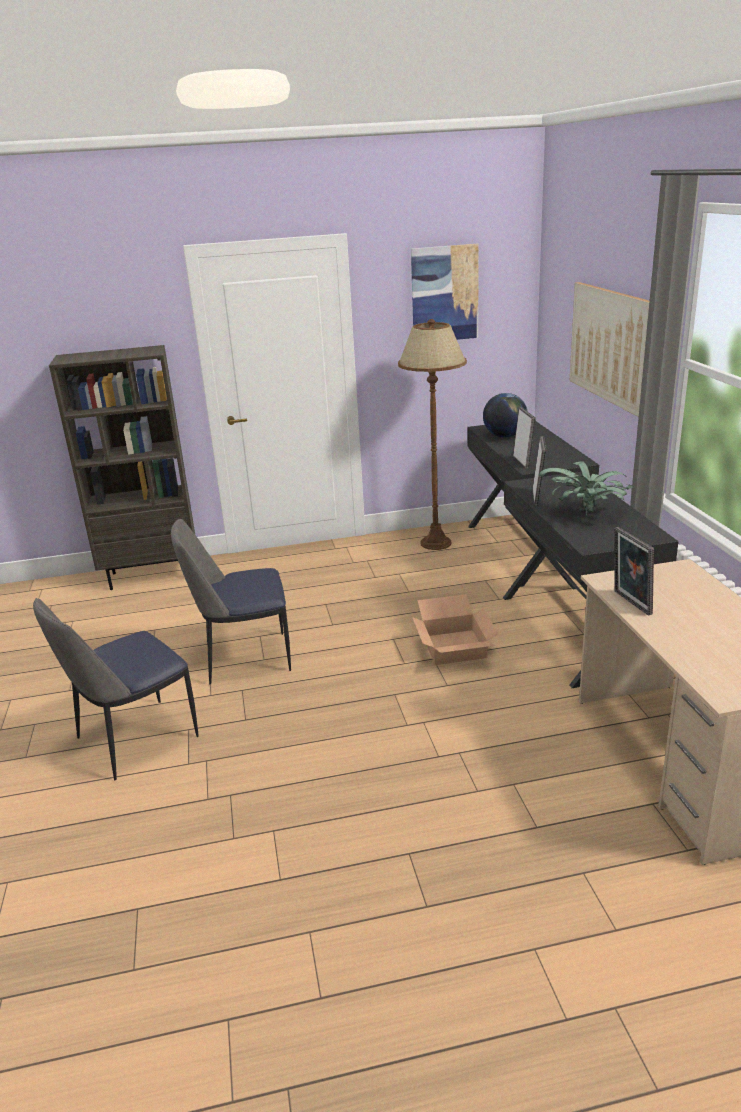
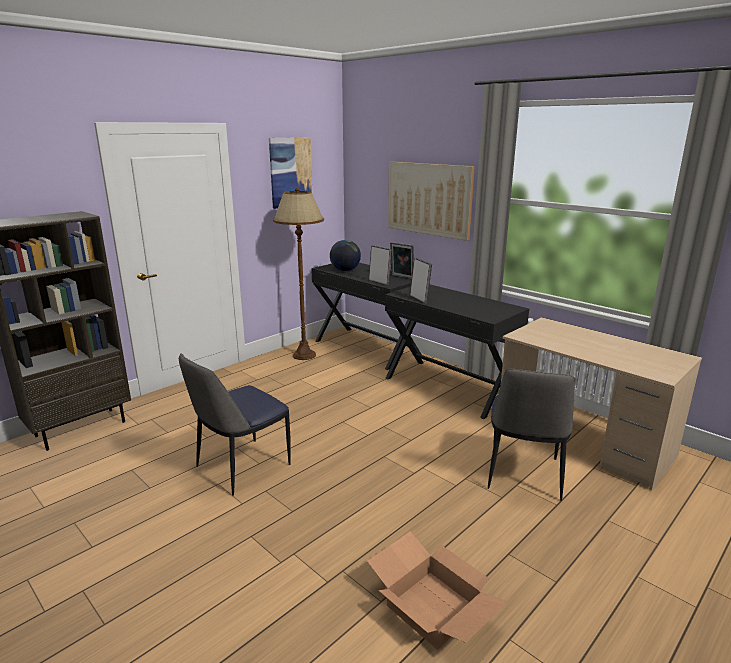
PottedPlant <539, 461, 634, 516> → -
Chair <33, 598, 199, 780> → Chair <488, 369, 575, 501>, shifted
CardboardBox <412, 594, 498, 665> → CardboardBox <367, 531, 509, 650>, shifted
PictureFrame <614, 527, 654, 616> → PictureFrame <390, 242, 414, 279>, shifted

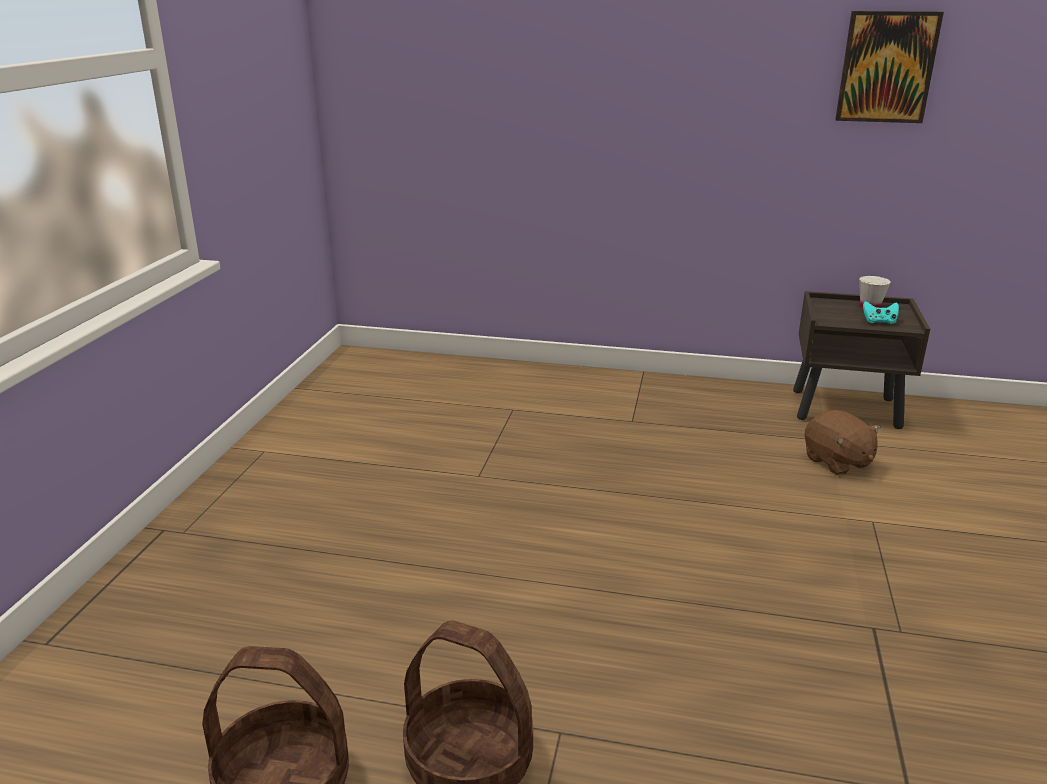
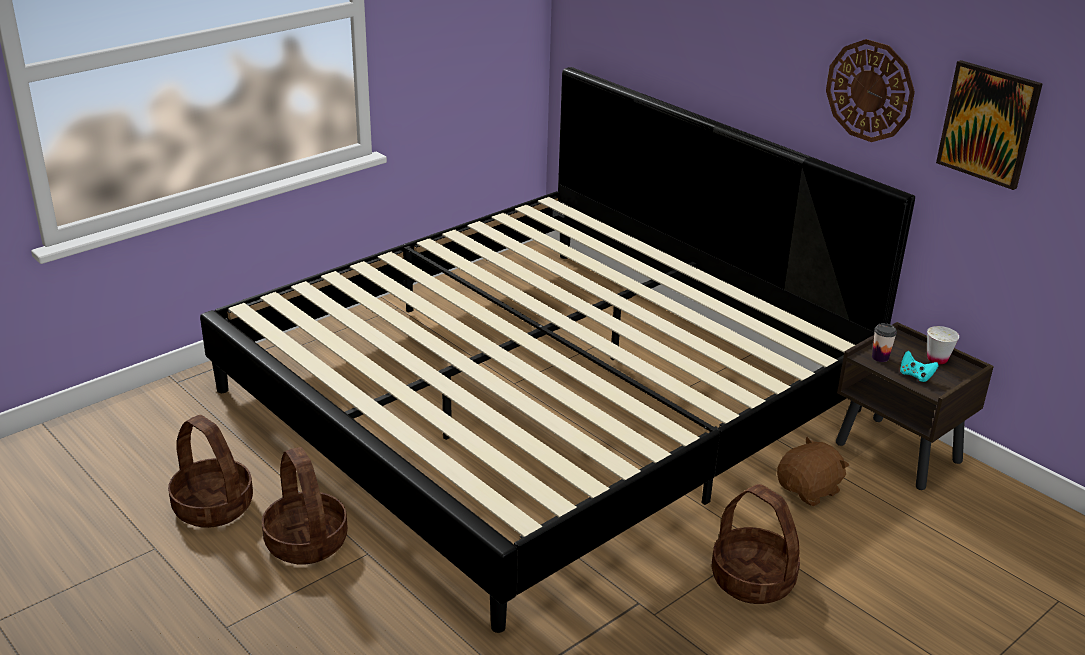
- → Bed <200, 67, 915, 633>
- → Basket <712, 484, 800, 604>
- → WallClock <826, 39, 915, 142>
- → Cup <872, 323, 897, 362>
BrownPlushToy <804, 410, 881, 476> → BrownPlushToy <777, 437, 850, 506>, 135 degrees counterclockwise

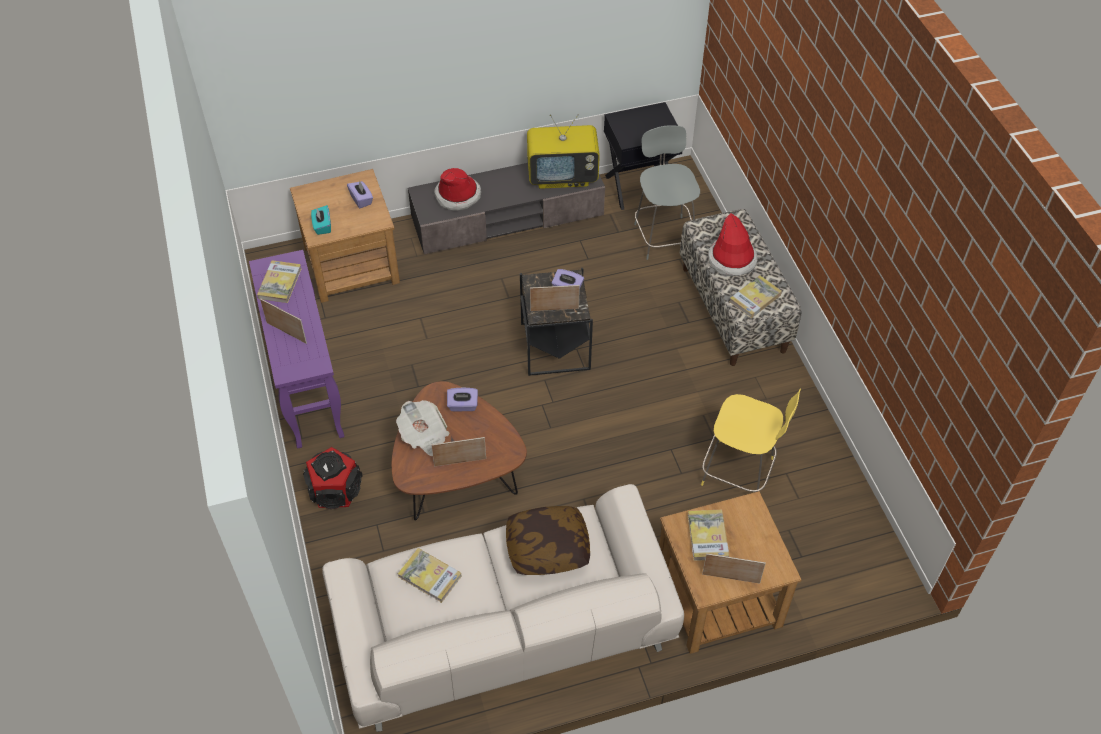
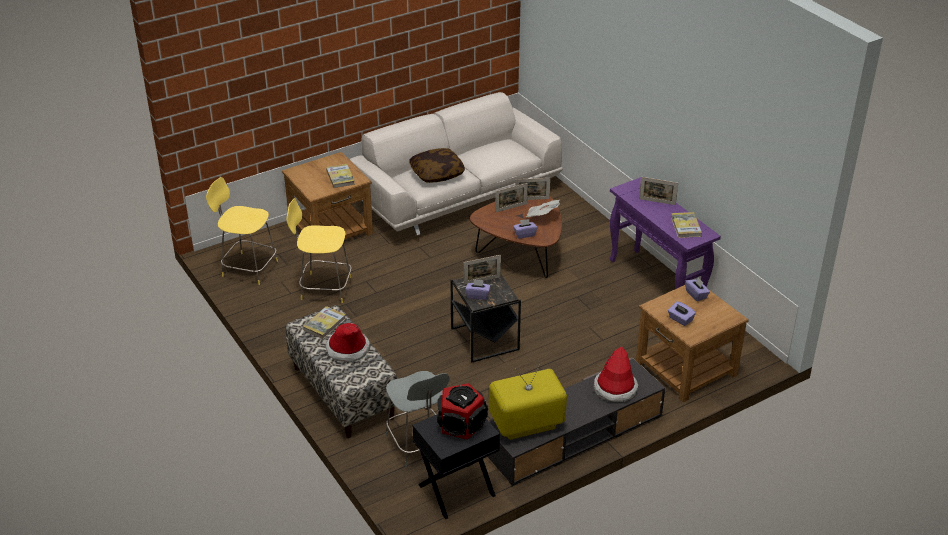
Book <398, 548, 462, 603> → -
- → YellowStool <206, 177, 278, 285>
Speaker <303, 447, 362, 509> → Speaker <437, 383, 488, 440>, shifted
PictureFrame <702, 553, 766, 584> → PictureFrame <515, 178, 551, 200>, shifted
TurquoiseTissueBox <311, 205, 331, 235> → PurpleTissueBox <685, 278, 710, 301>

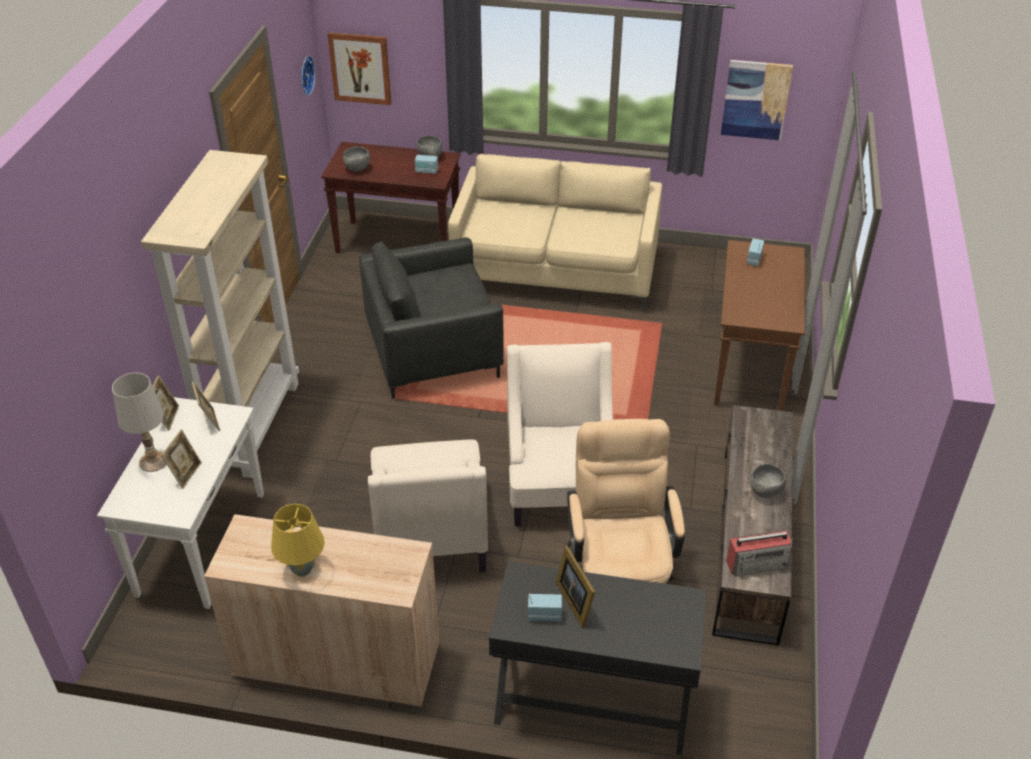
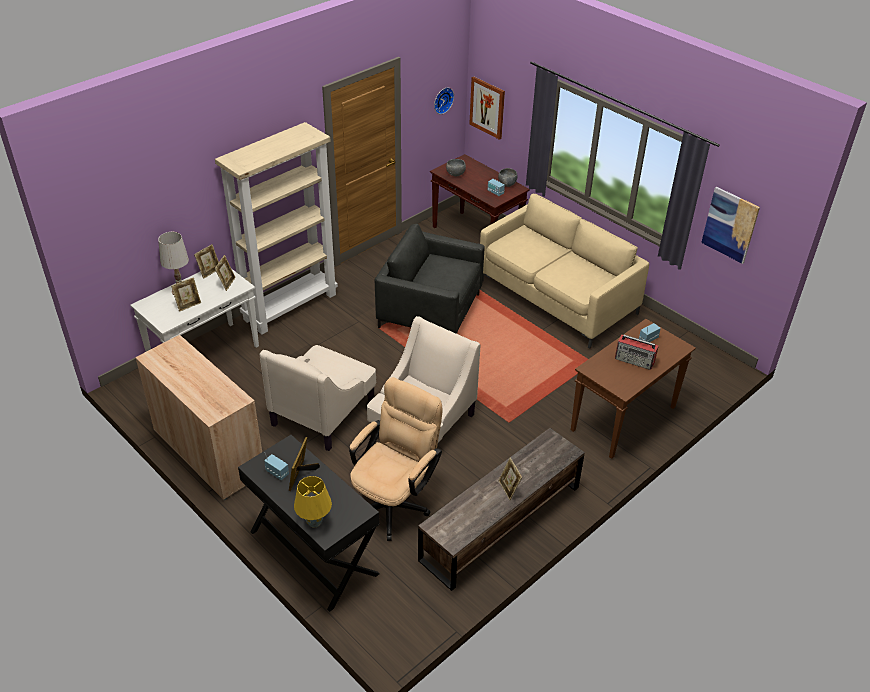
YellowTableLamp <271, 504, 325, 577> → YellowTableLamp <294, 476, 332, 528>, shifted
Radio <726, 530, 793, 576> → Radio <615, 334, 659, 370>, shifted
GreyBowl <750, 464, 786, 498> → PictureFrame <498, 457, 522, 500>

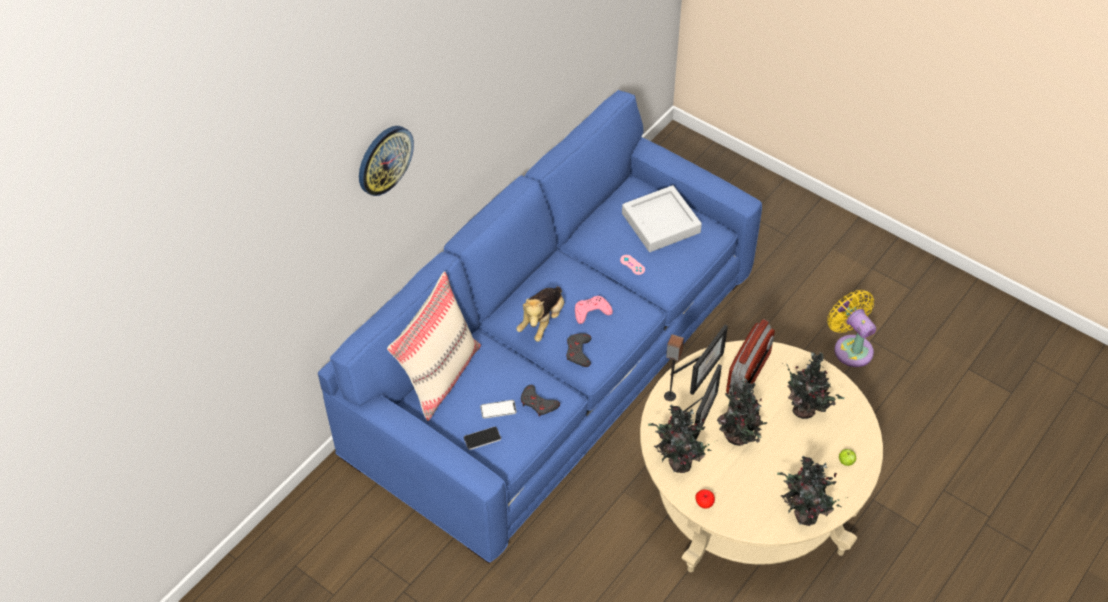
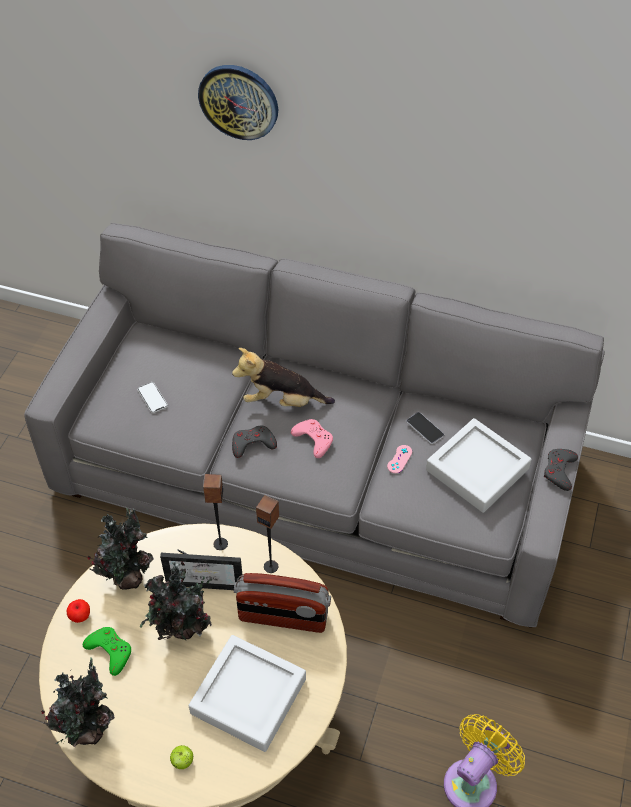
BeigePillow <387, 271, 481, 421> → -
- → GreenGameController <83, 627, 131, 676>
Phone <464, 427, 501, 450> → Phone <406, 412, 444, 444>, shifted
GreyGameController <521, 385, 560, 417> → GreyGameController <544, 449, 578, 491>, shifted
PictureFrame <670, 325, 728, 395> → Speaker <256, 495, 279, 573>
PottedPlant <787, 352, 845, 419> → GreyTray <188, 635, 306, 752>
BlueSofa <318, 90, 762, 563> → GreySofa <24, 223, 605, 628>

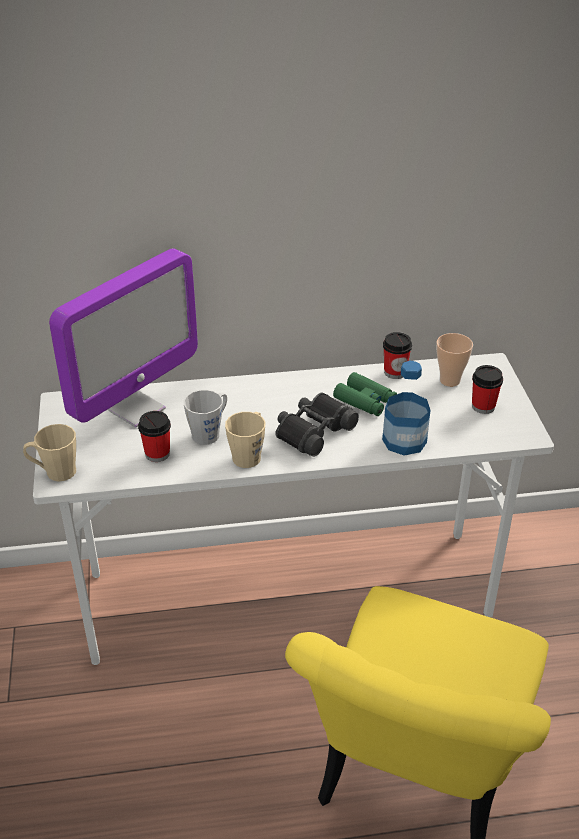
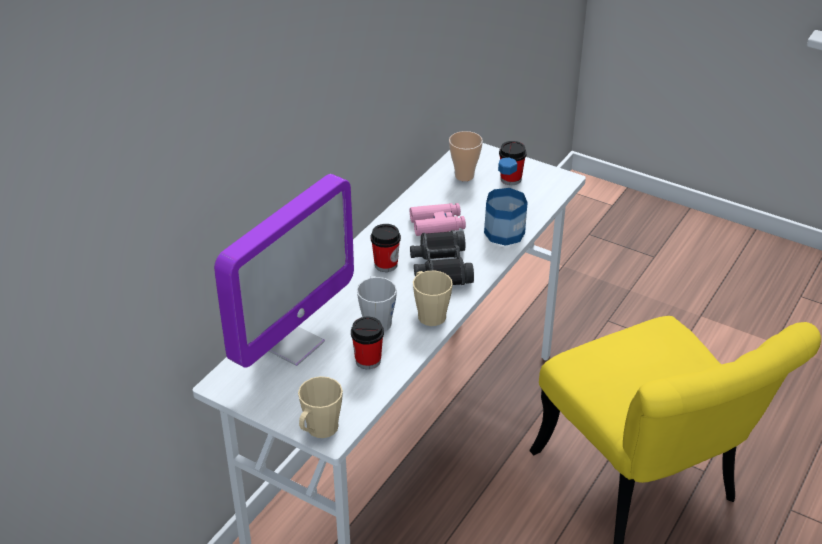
Cup <383, 332, 412, 379> → Cup <371, 224, 401, 272>, shifted
GreenBinoculars <333, 372, 397, 416> → PinkBinoculars <410, 203, 466, 236>
Monitor <49, 248, 198, 427> → Monitor <214, 174, 354, 368>, 45 degrees clockwise

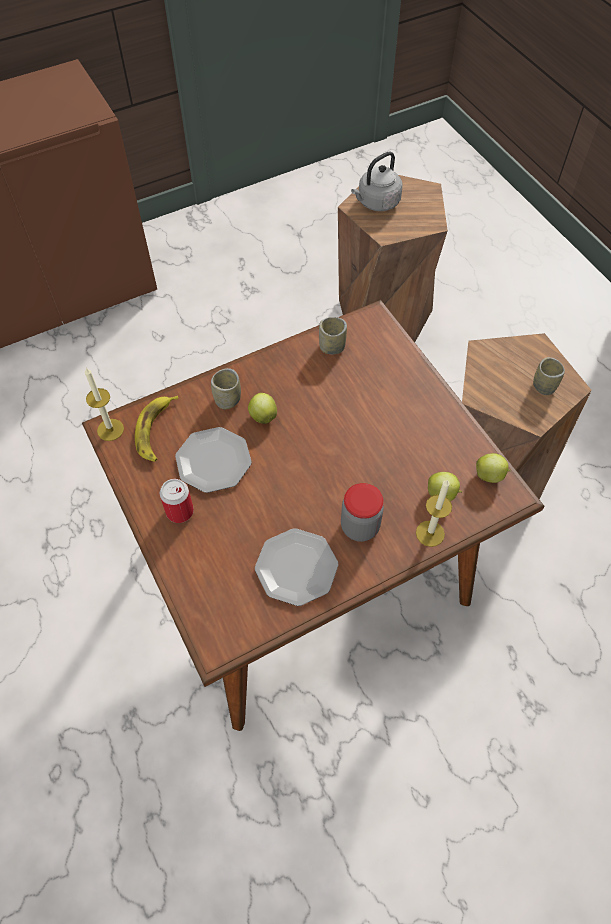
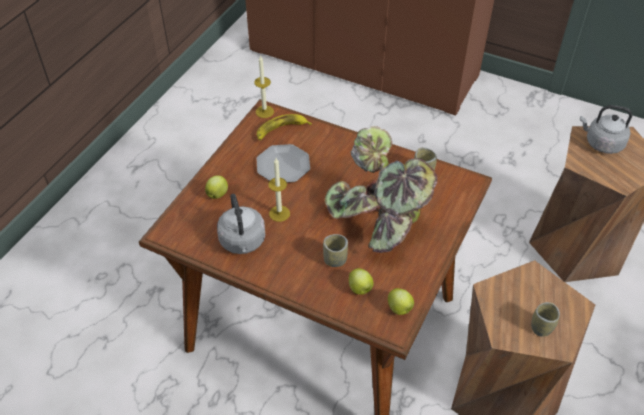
Can <160, 479, 194, 523> → -
Jar <341, 483, 384, 542> → -
- → PottedPlant <325, 126, 438, 253>
Cup <211, 368, 241, 409> → Cup <323, 234, 348, 267>, shifted
Apple <248, 393, 277, 424> → Apple <205, 175, 228, 199>, shifted
Candle <416, 479, 452, 547> → Candle <268, 158, 290, 222>, shifted
Plate <255, 528, 338, 606> → GreyKettle <217, 194, 265, 254>

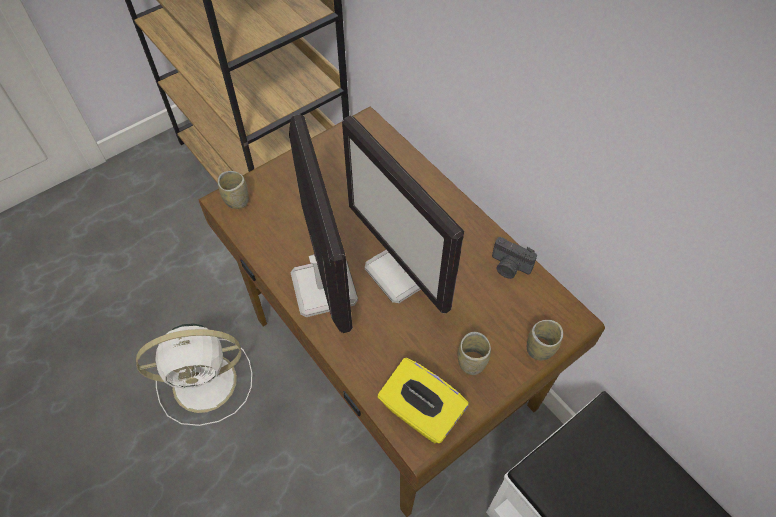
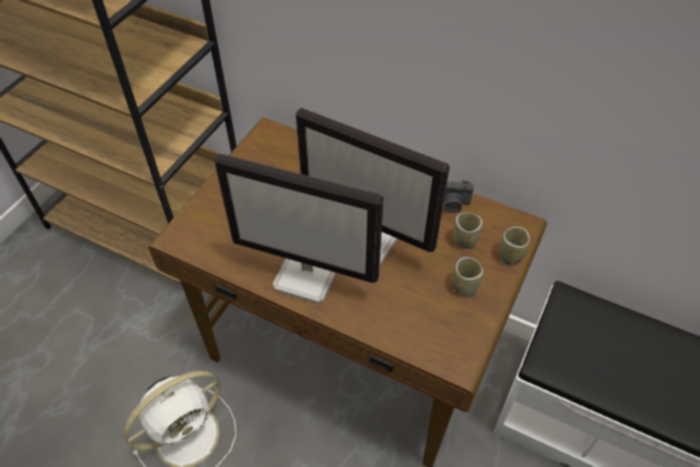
YellowTissueBox <378, 358, 469, 443> → -
Cup <218, 171, 249, 209> → Cup <453, 213, 483, 249>, shifted
Monitor <289, 114, 358, 333> → Monitor <214, 153, 384, 304>, 150 degrees clockwise

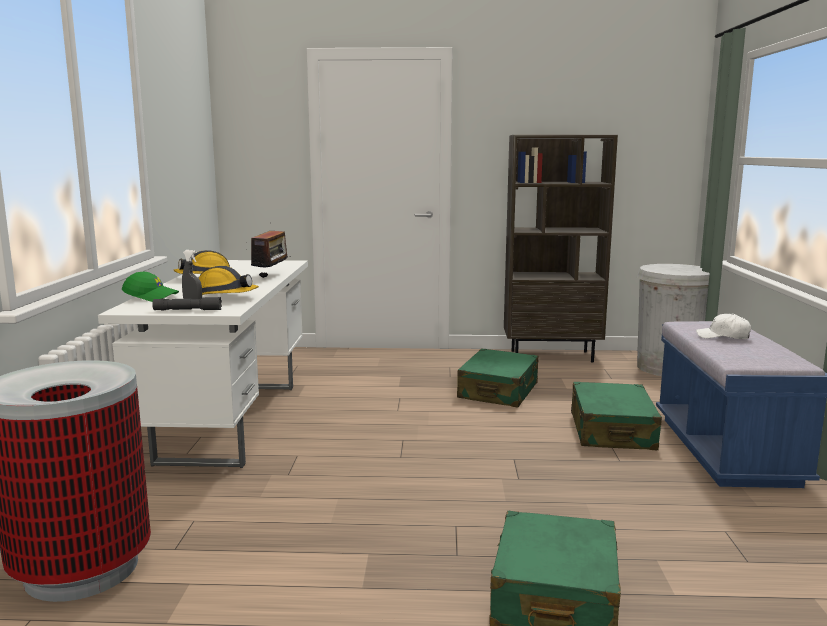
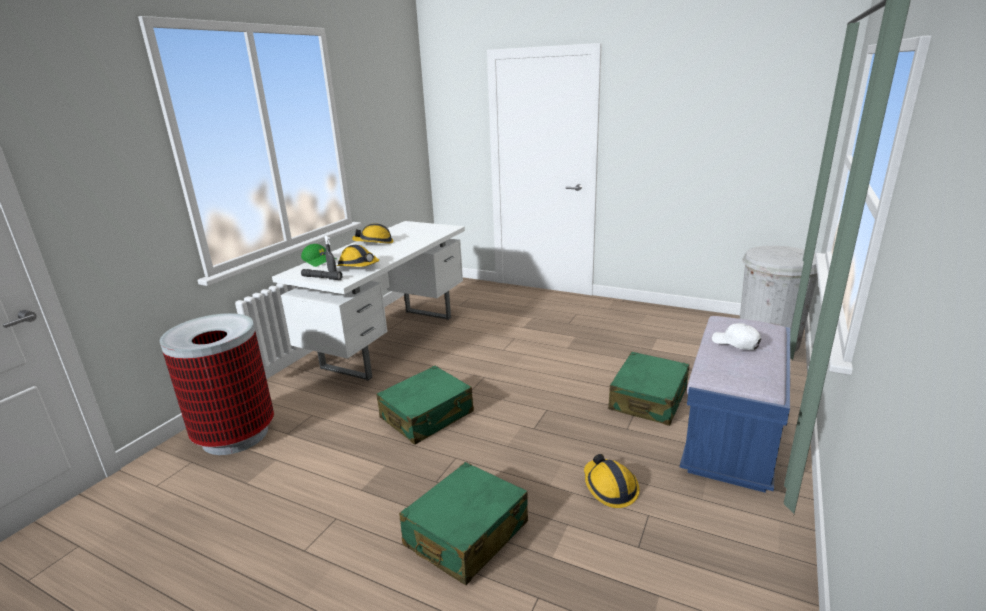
Radio <251, 231, 291, 278> → -
BrownBookcase <504, 135, 618, 362> → -
- → HardHat <584, 454, 640, 508>
GreenSuitcase <457, 349, 538, 407> → GreenSuitcase <376, 366, 474, 445>, shifted

